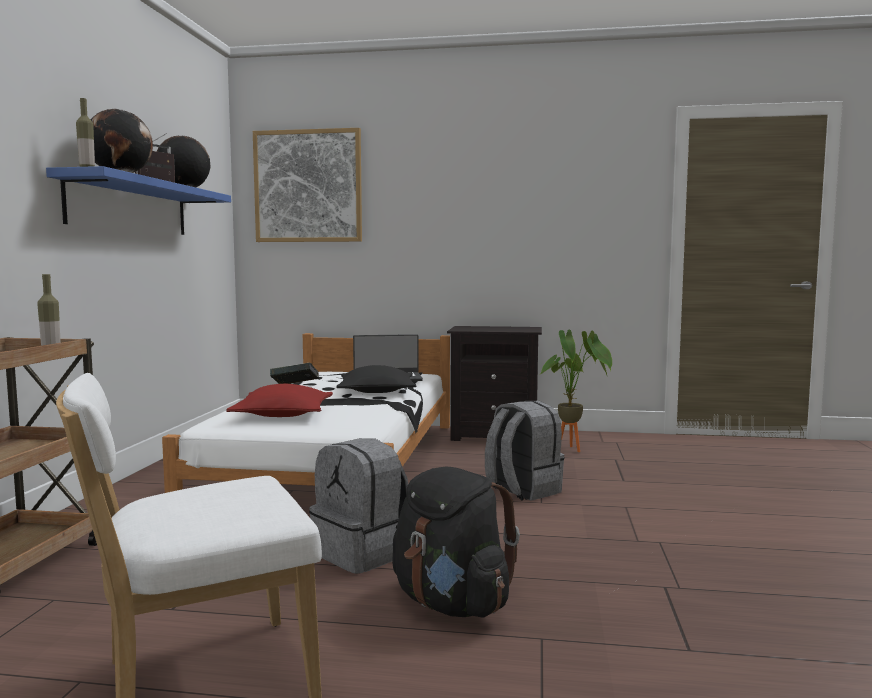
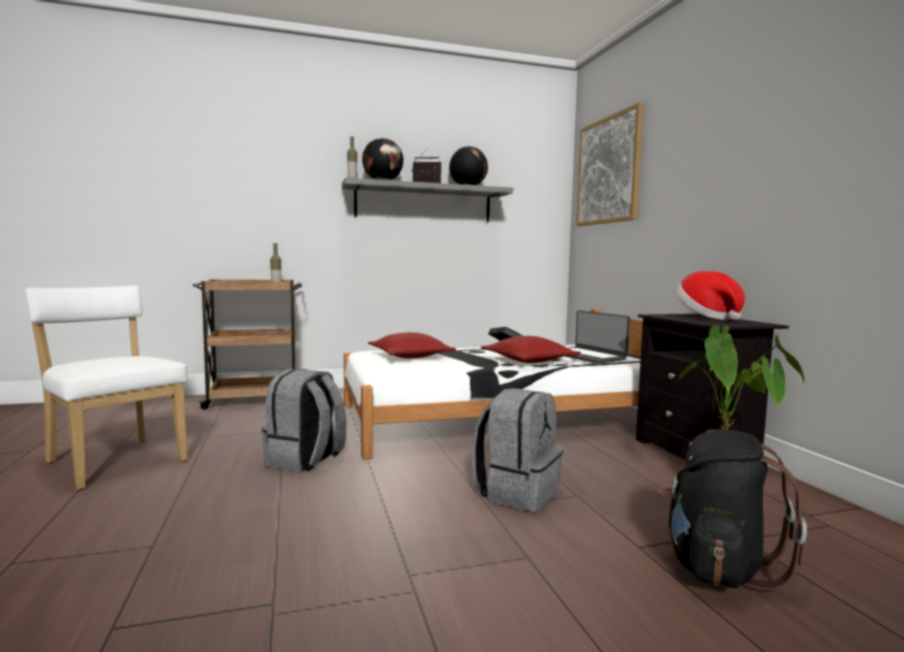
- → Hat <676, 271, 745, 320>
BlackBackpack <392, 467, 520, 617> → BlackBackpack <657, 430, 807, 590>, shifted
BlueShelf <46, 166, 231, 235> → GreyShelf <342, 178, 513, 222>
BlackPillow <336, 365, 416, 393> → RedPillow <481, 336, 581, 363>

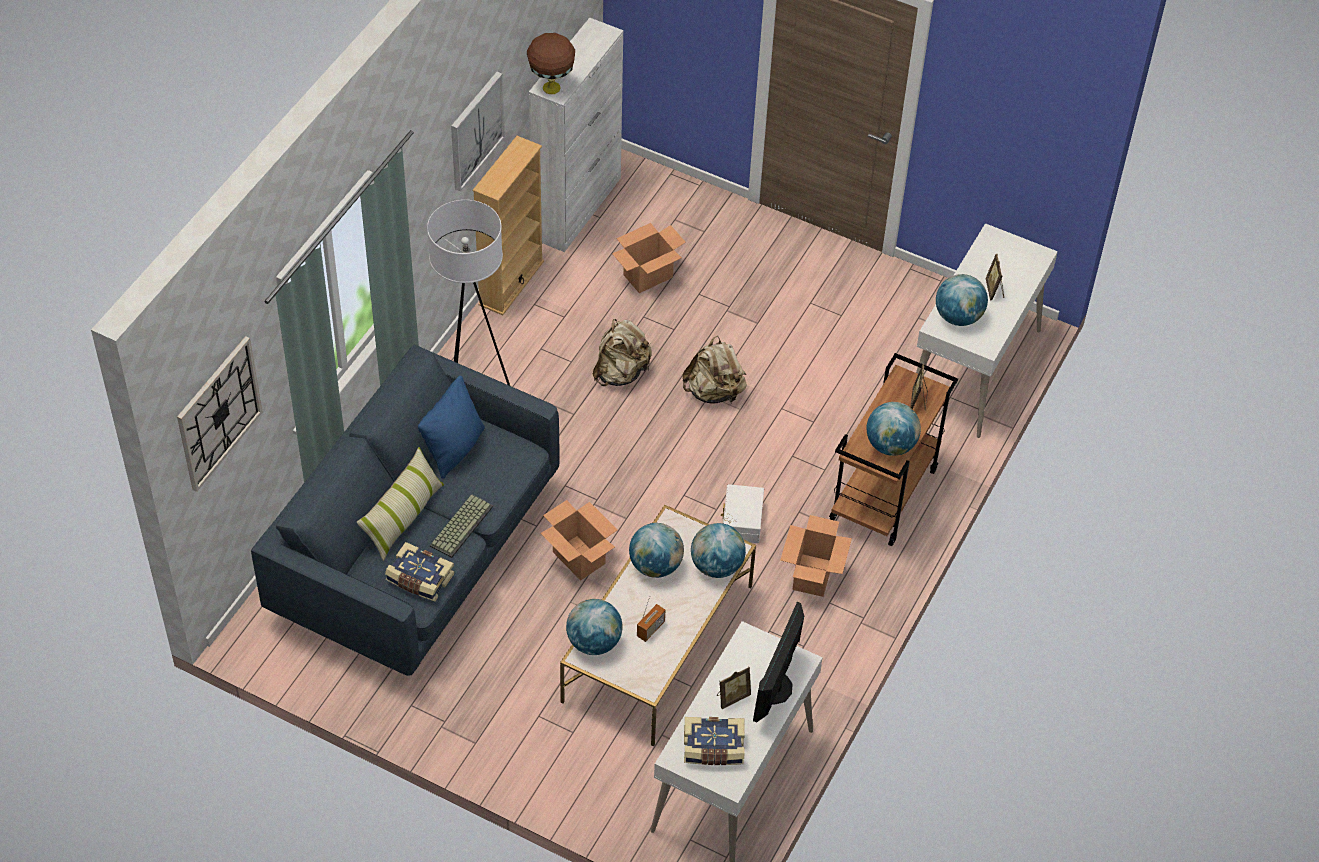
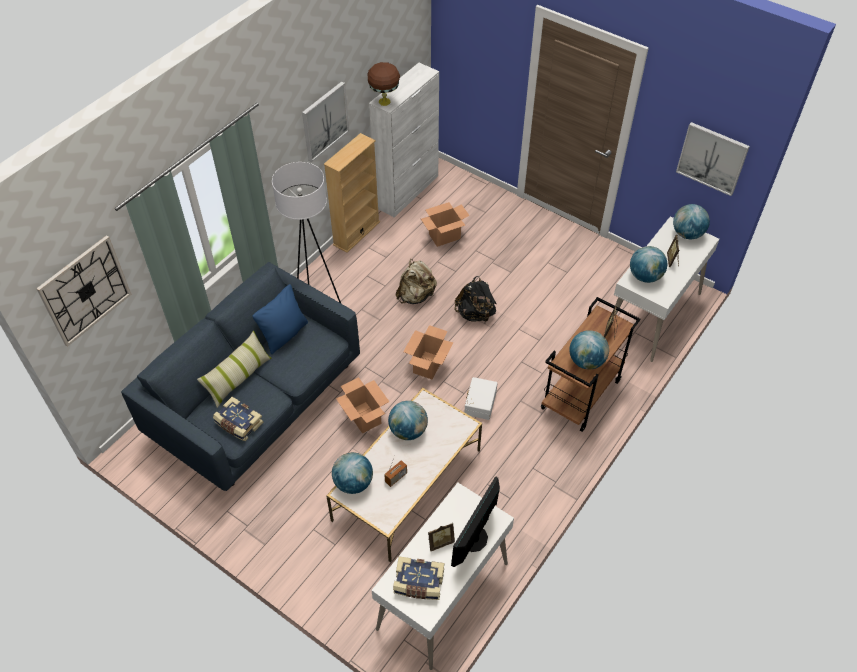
Keyboard <430, 494, 493, 558> → -
- → Picture <676, 122, 750, 196>
Globe <691, 523, 746, 578> → Globe <673, 204, 710, 239>, shifted
CardboardBox <780, 515, 852, 597> → CardboardBox <403, 325, 454, 380>, shifted
BeigeBackpack <682, 336, 747, 404> → BlackBackpack <454, 276, 497, 322>

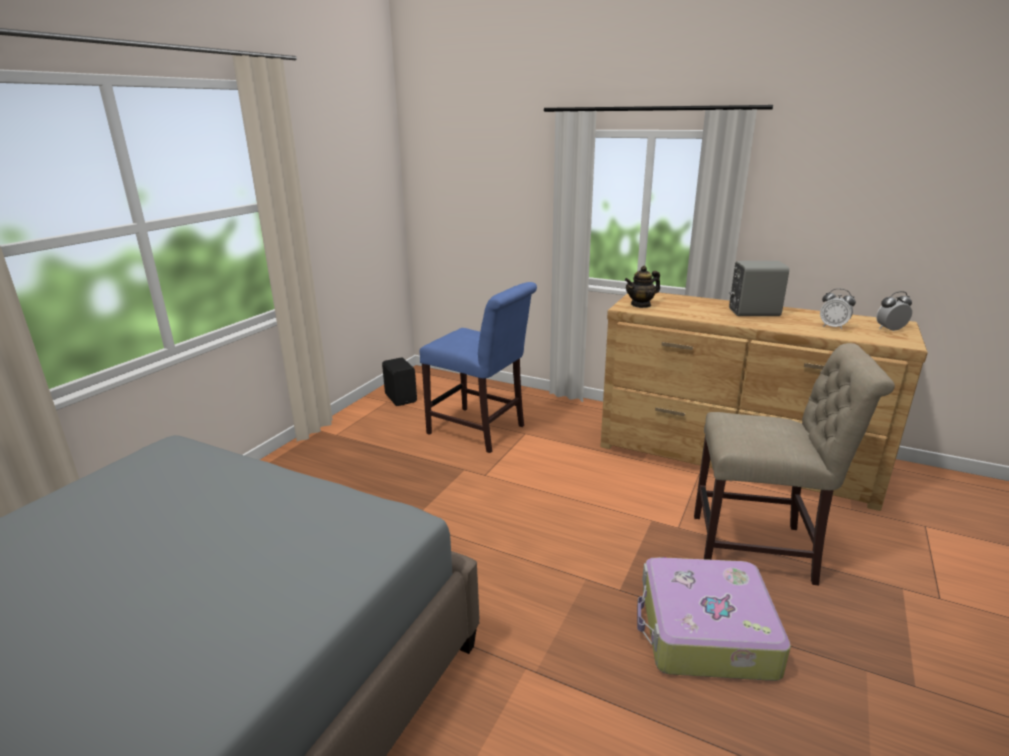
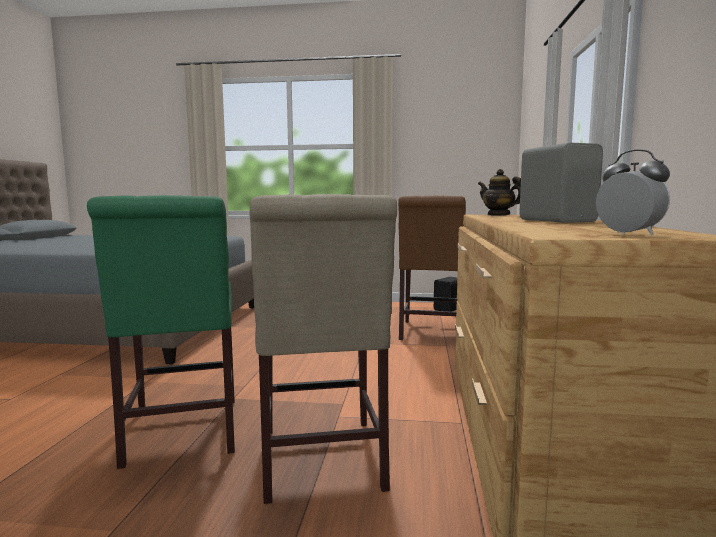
AlarmClock <820, 289, 856, 330> → -
Suitcase <637, 557, 791, 681> → GreenChair <87, 195, 235, 469>
BlueChair <420, 282, 537, 453> → BrownChair <398, 196, 466, 340>

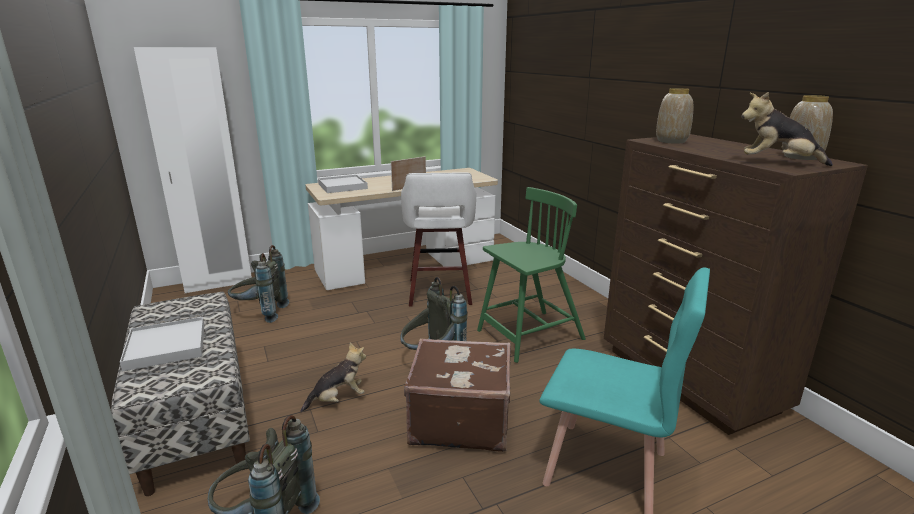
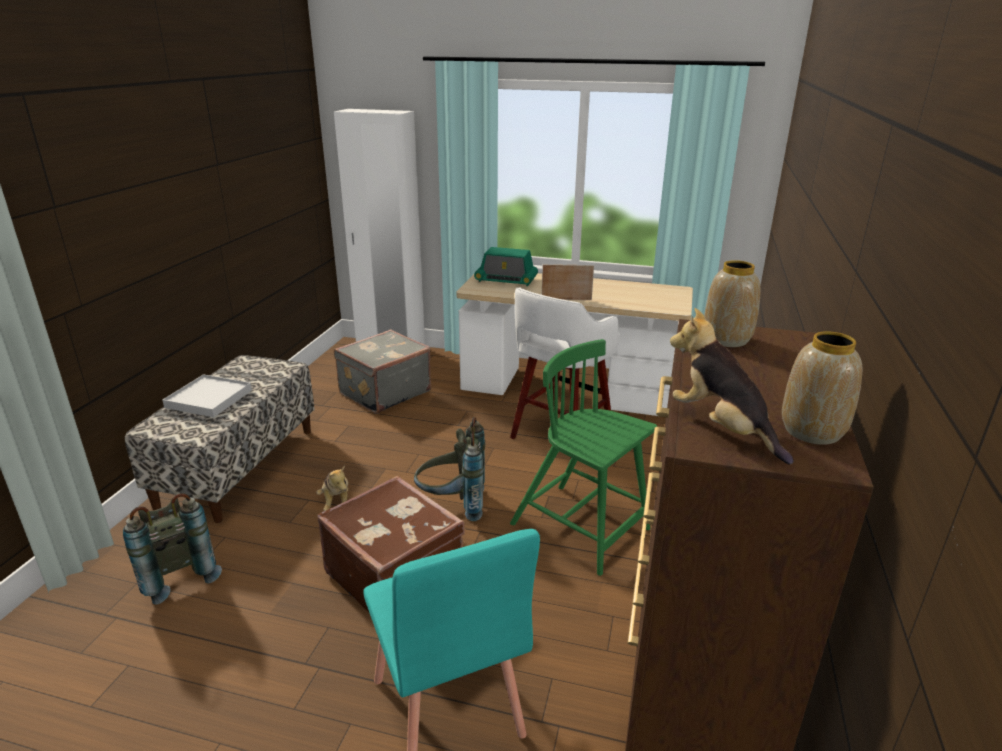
GreyBackpack <228, 245, 290, 323> → GreySuitcase <334, 329, 431, 414>
WhiteTray <318, 175, 368, 193> → Radio <474, 247, 538, 286>
PlushToy <300, 343, 366, 413> → PlushToy <316, 465, 348, 511>, 60 degrees clockwise
GreenChair <477, 187, 586, 363> → GreenChair <510, 339, 657, 576>, 150 degrees counterclockwise

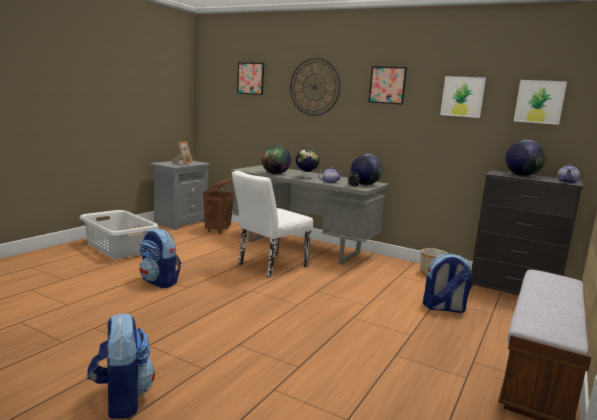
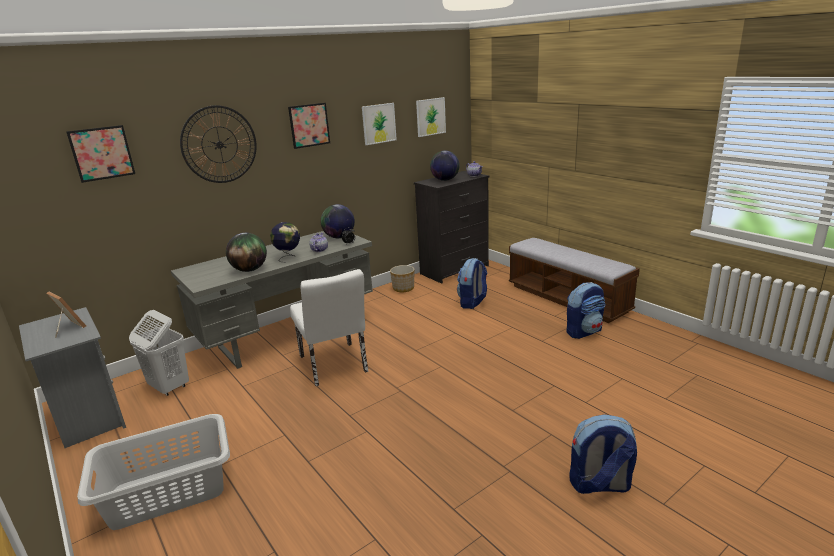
Backpack <139, 228, 181, 288> → Backpack <566, 282, 605, 339>, shifted
BrownLaundryBasket <203, 179, 234, 234> → WhiteLaundryBasket <129, 310, 189, 396>

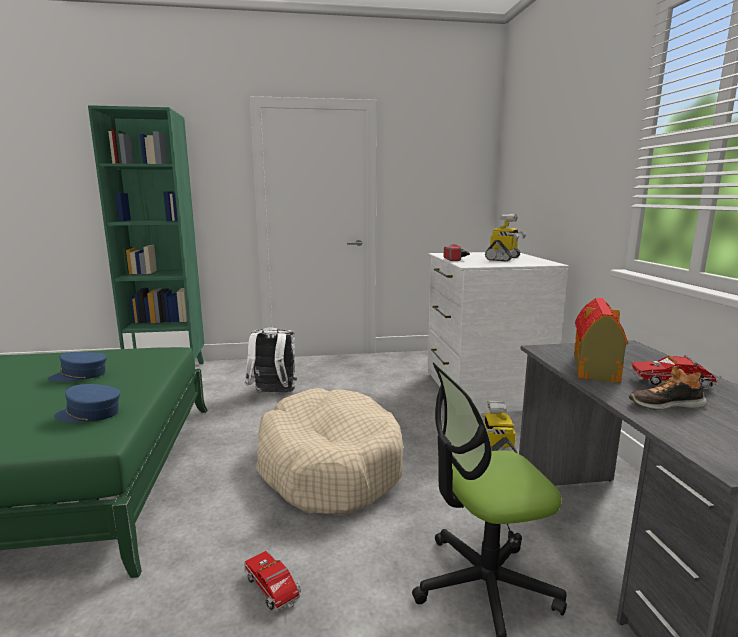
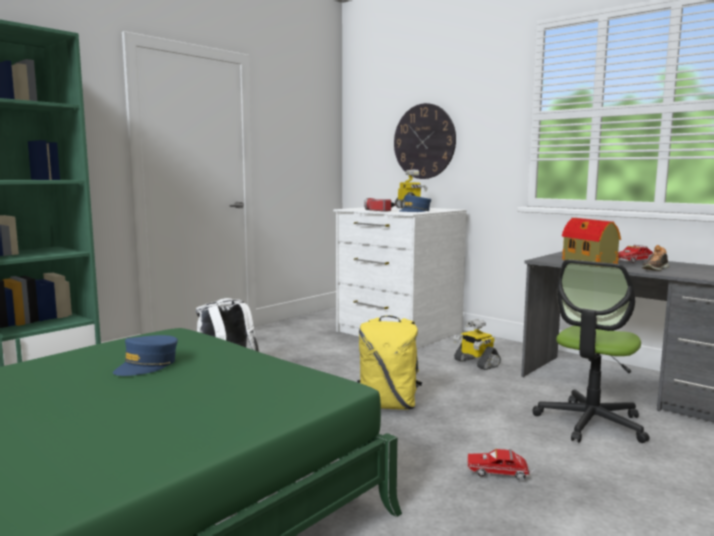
- → WallClock <394, 103, 456, 179>
BlueCap <54, 384, 120, 423> → BlueCap <400, 195, 431, 212>, shifted
BeigeDogBed <256, 388, 403, 514> → YellowBackpack <357, 315, 422, 410>

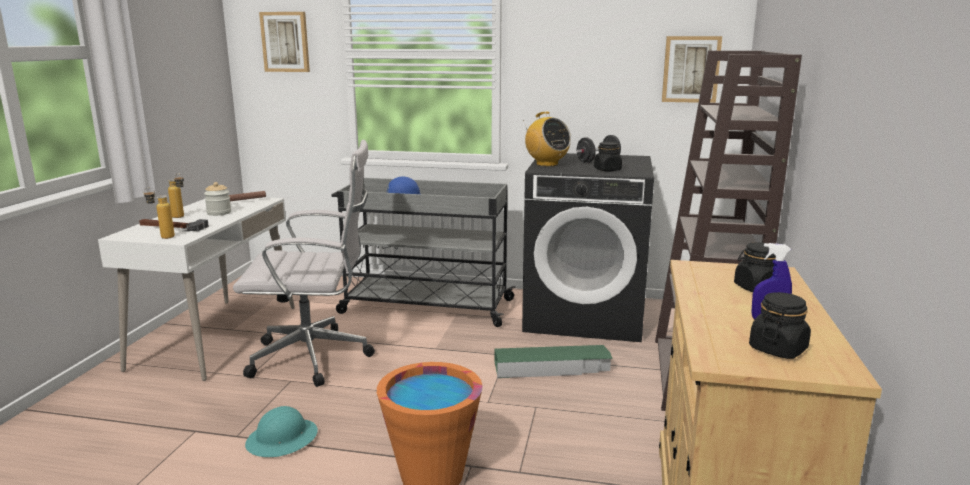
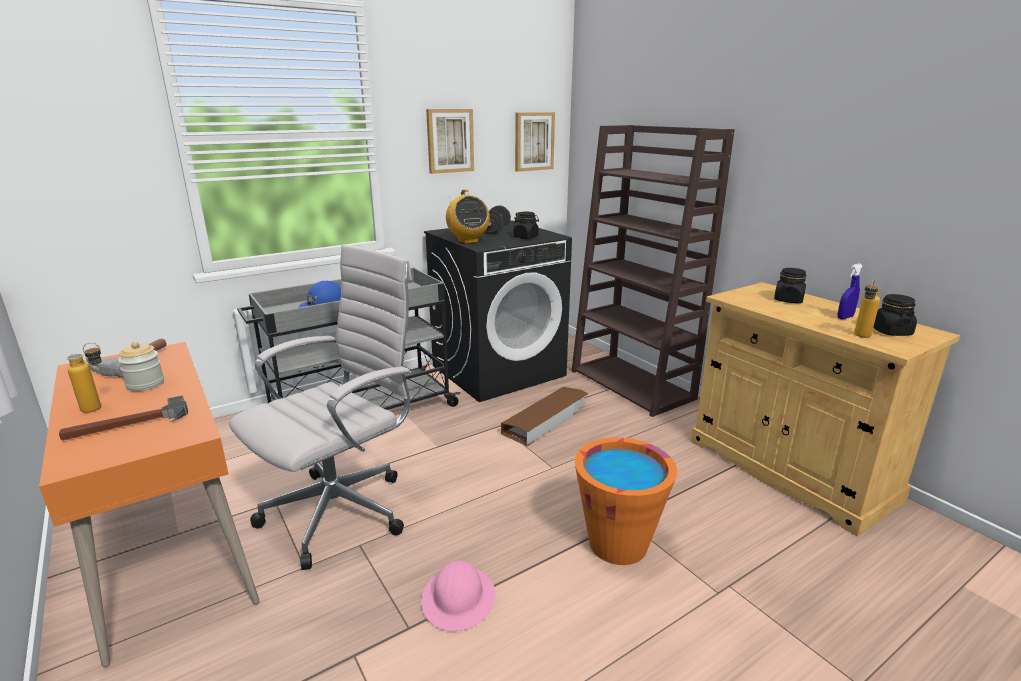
Bottle <144, 188, 175, 239> → Bottle <854, 280, 881, 338>, shifted
Picture <259, 12, 310, 72> → Picture <426, 109, 474, 174>, shifted
WhiteDesk <98, 197, 295, 381> → OrangeDesk <39, 342, 259, 667>
TurquoiseHardHat <245, 406, 318, 457> → PinkHardHat <421, 560, 496, 631>
GreenStorageBox <494, 345, 613, 378> → BrownStorageBox <501, 387, 588, 446>
Radio <523, 112, 571, 167> → Radio <446, 189, 490, 243>, 60 degrees clockwise

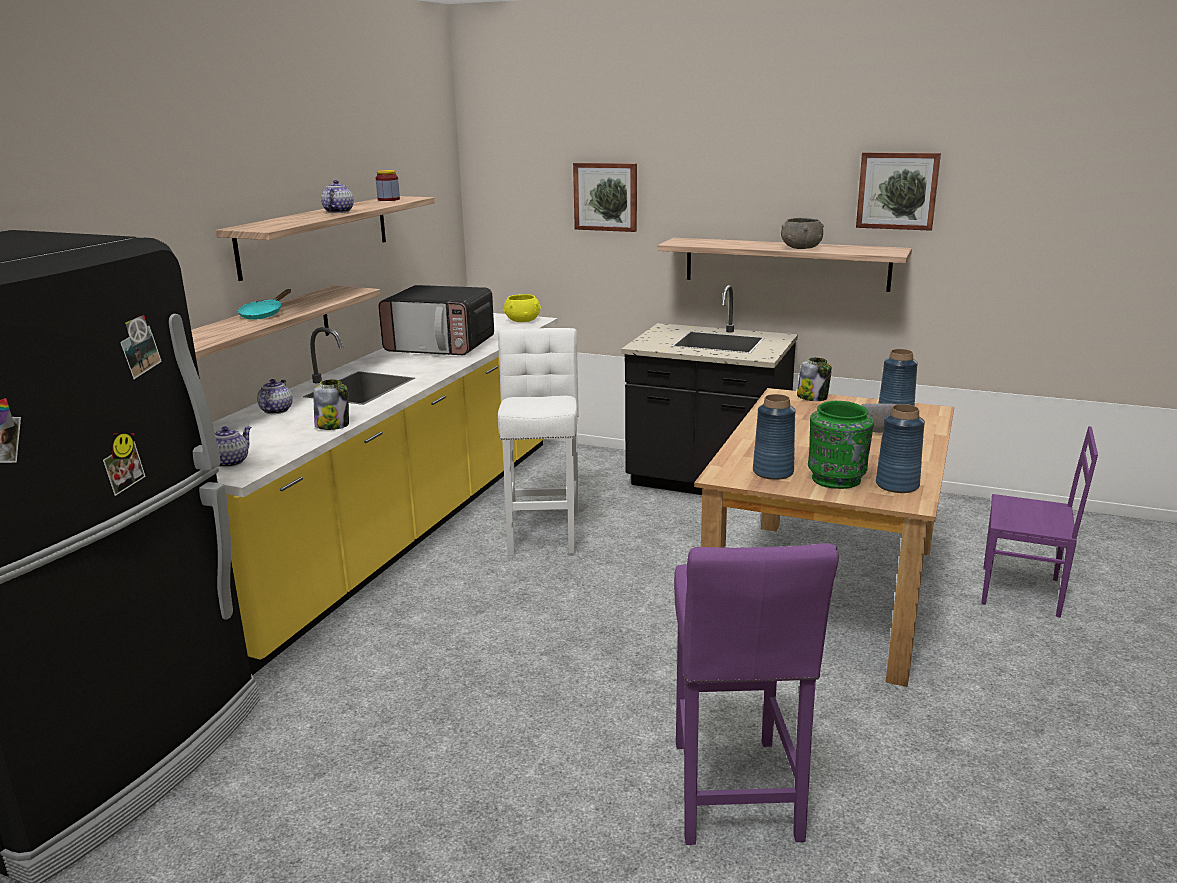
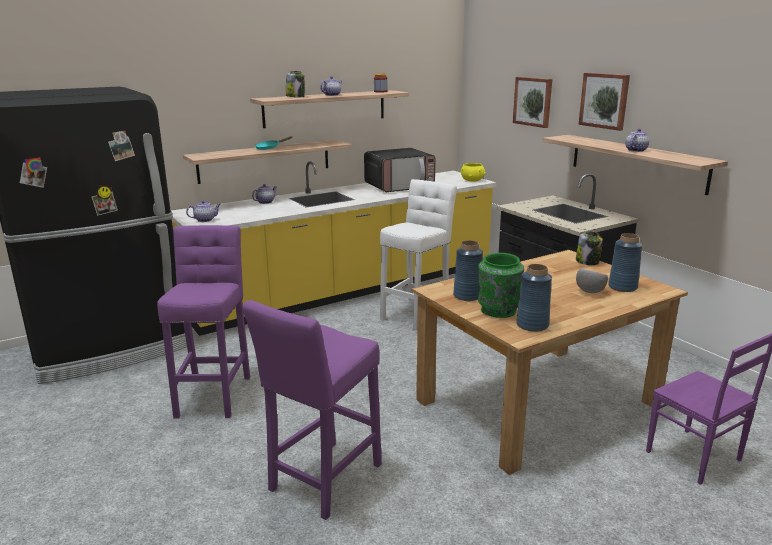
- → PurpleStool <157, 225, 250, 419>
Jar <314, 380, 349, 430> → Jar <286, 71, 305, 97>, shifted
Picture <856, 152, 941, 231> → Picture <579, 73, 630, 131>, shifted
GreyBowl <781, 218, 824, 249> → Teapot <625, 129, 649, 152>
Microwave <379, 285, 494, 355> → Microwave <364, 148, 436, 192>, 75 degrees counterclockwise

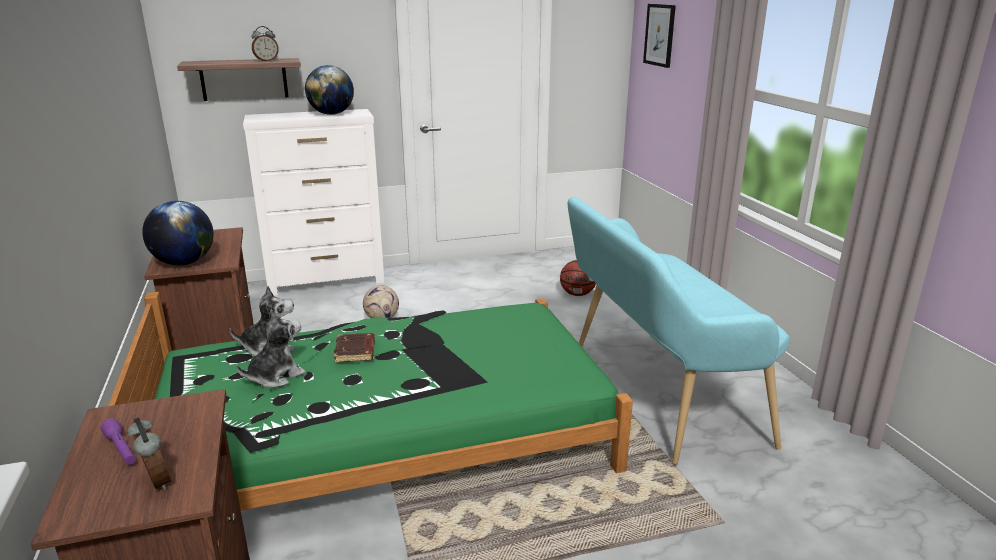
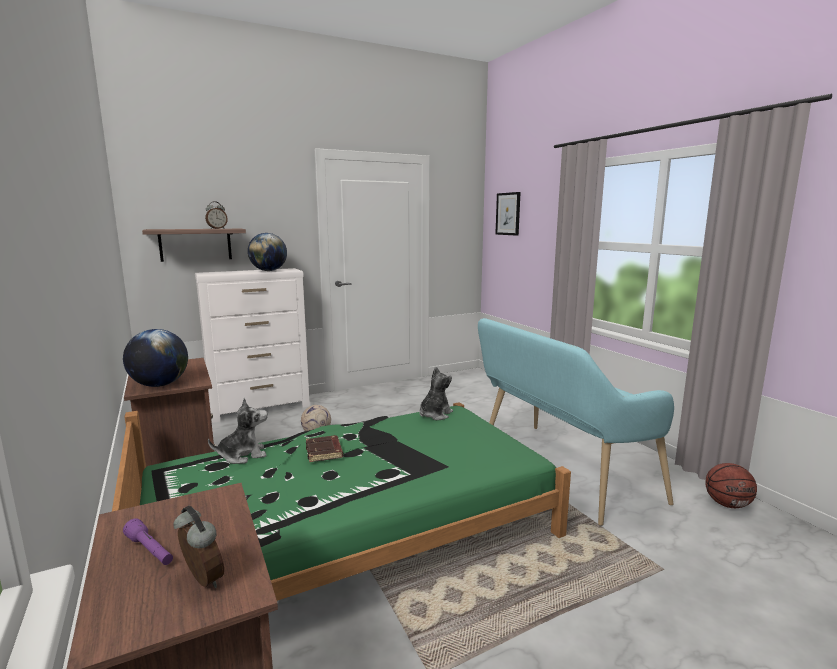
PlushToy <237, 309, 306, 388> → PlushToy <419, 367, 453, 420>, shifted
Basketball <560, 260, 596, 296> → Basketball <705, 463, 757, 508>, shifted

